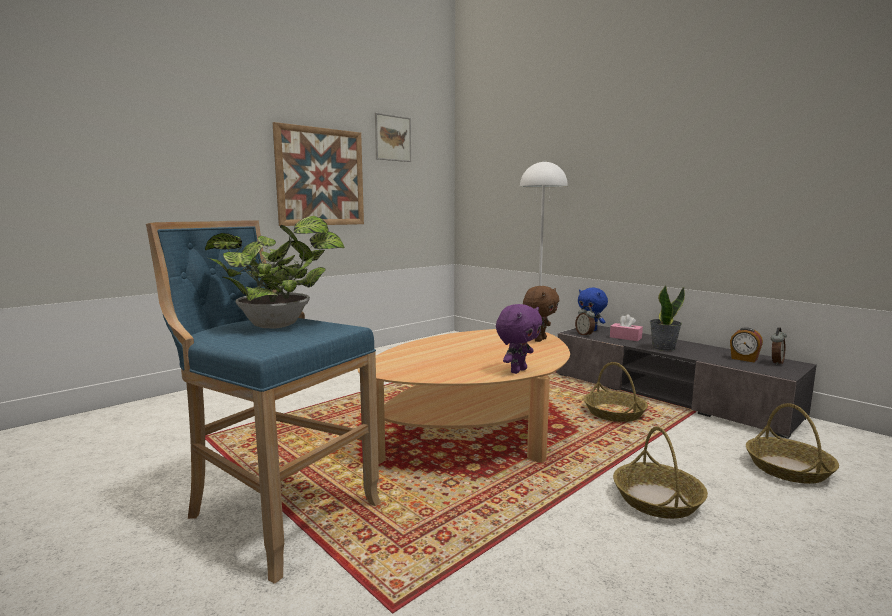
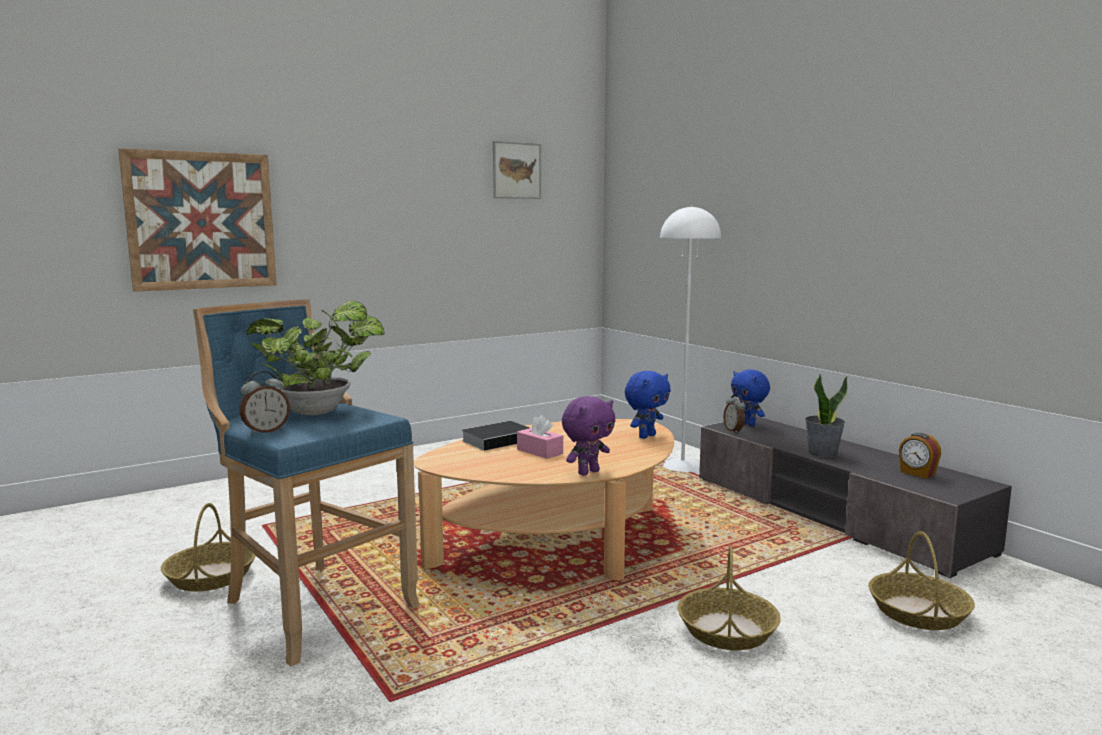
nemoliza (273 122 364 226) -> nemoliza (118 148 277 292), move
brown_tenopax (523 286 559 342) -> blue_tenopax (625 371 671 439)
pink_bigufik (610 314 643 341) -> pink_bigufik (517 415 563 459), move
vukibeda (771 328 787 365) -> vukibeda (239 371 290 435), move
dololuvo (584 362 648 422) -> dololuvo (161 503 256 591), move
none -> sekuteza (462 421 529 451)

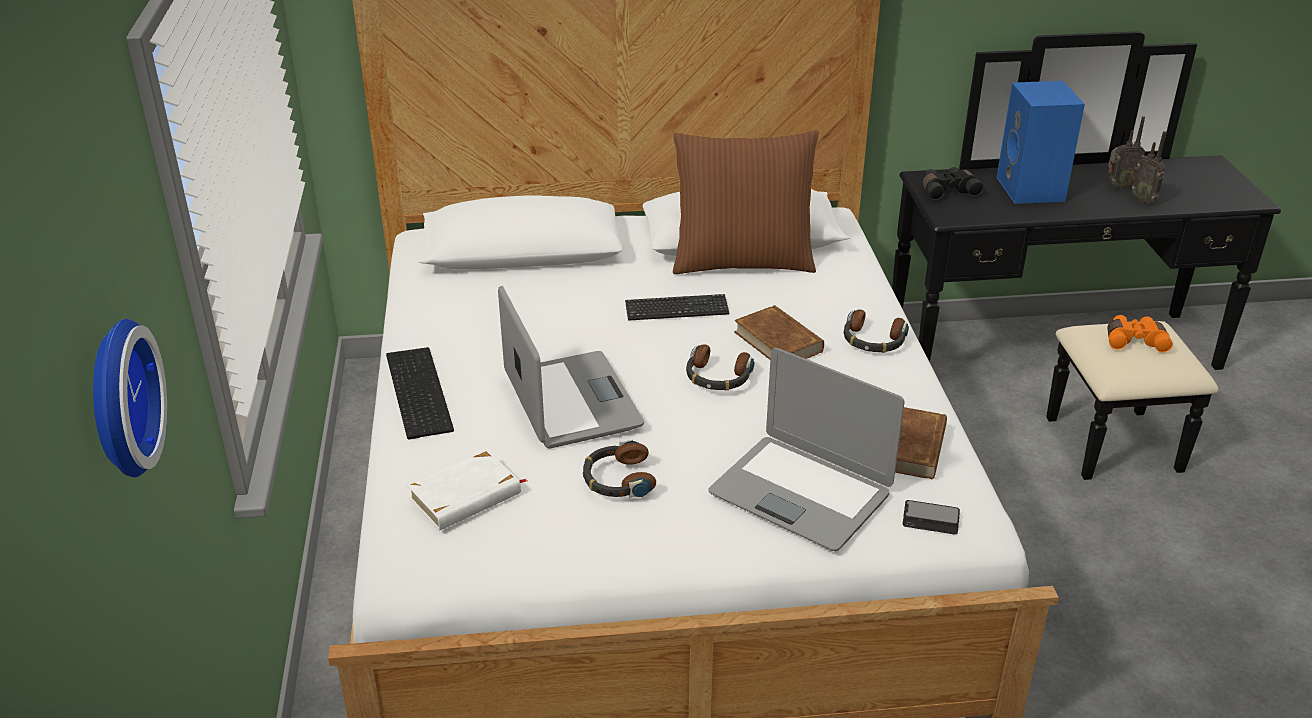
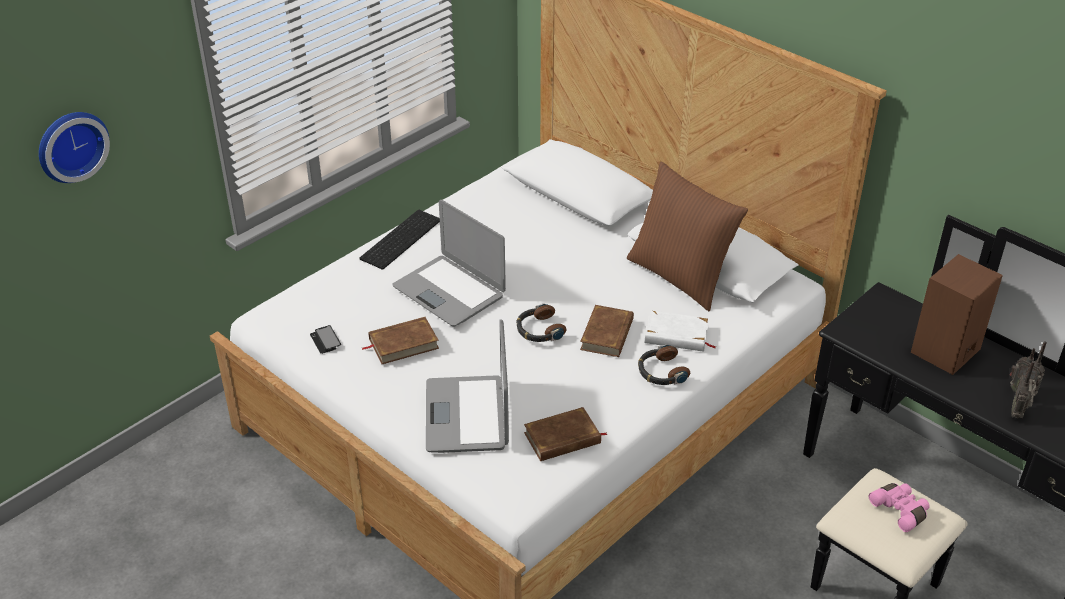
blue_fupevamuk (997 81 1085 204) -> brown_fupevamuk (911 254 1003 375)
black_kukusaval (922 167 984 200) -> none
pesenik (498 286 644 449) -> pesenik (392 200 506 326), 105 degrees clockwise
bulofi (625 294 729 321) -> none
orange_kukusaval (1107 315 1173 352) -> pink_kukusaval (869 483 930 532)
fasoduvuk (583 440 656 498) -> brown_sekuteza (362 317 439 364)
white_sekuteza (407 450 527 531) -> white_sekuteza (645 310 716 352), move
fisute (903 500 960 534) -> fisute (310 325 341 354), move

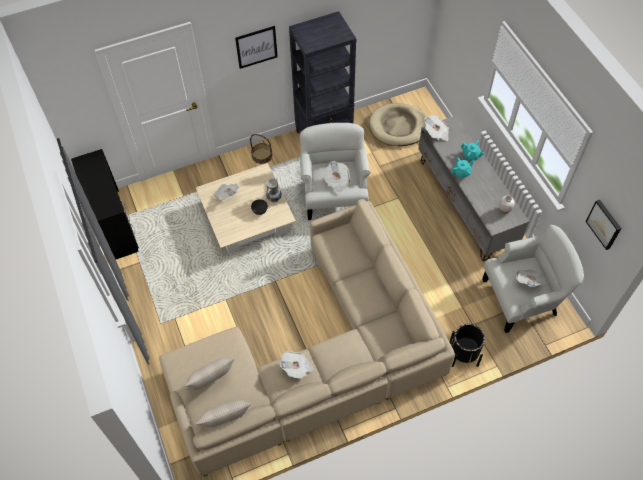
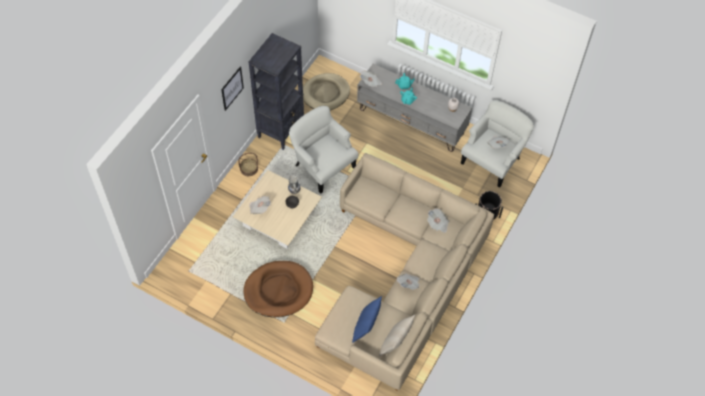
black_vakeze (71 149 139 259) -> none
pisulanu (324 161 350 194) -> pisulanu (427 208 449 233), move
nemoliza (586 199 622 250) -> none
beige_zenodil (184 357 235 390) -> blue_zenodil (352 296 382 343)
none -> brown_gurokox (243 261 313 317)

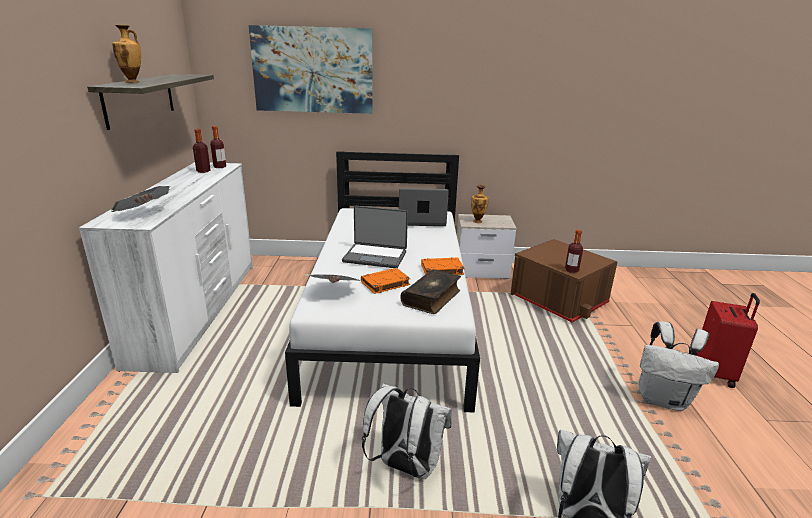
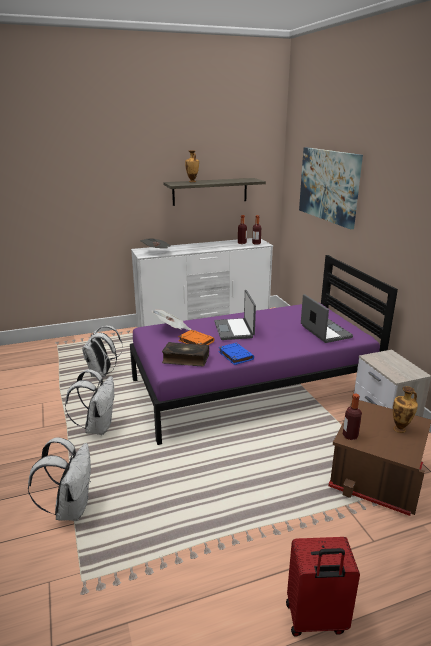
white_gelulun (285 151 480 413) -> purple_gelulun (130 255 398 445)
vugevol (471 185 489 223) -> vugevol (393 386 418 433), move
orange_sekuteza (421 257 465 275) -> blue_sekuteza (219 343 254 365)
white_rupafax (638 321 719 411) -> white_rupafax (82 325 123 377), move

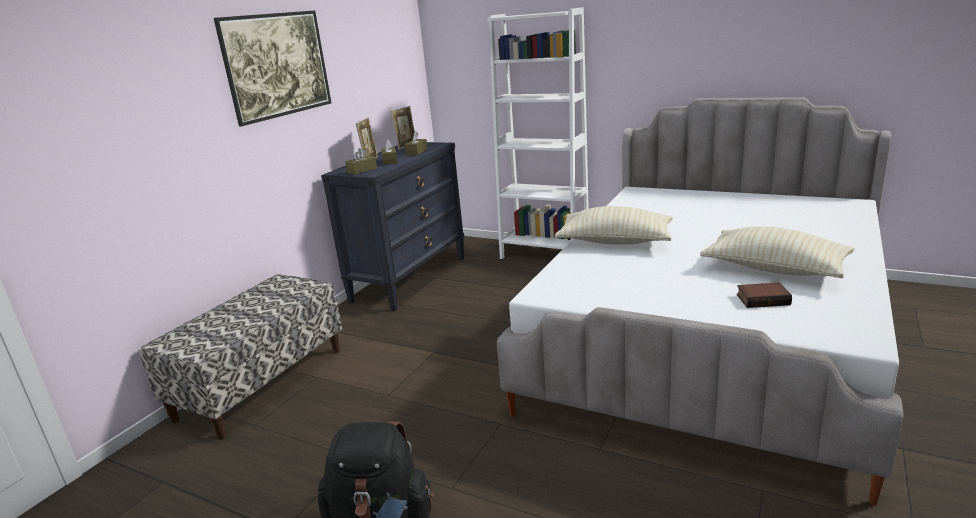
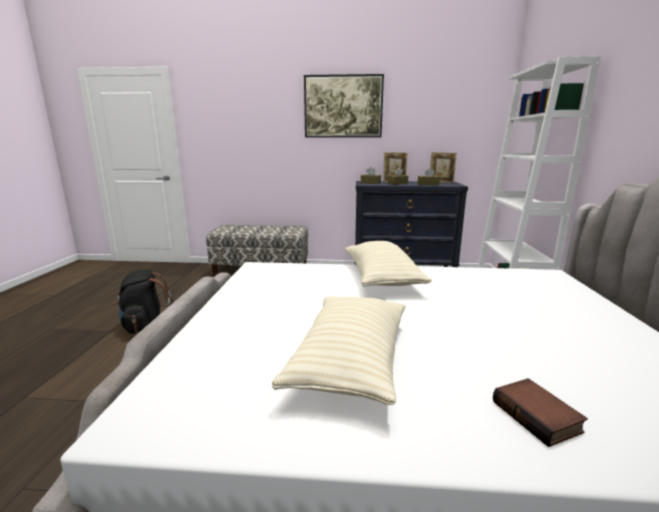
sekuteza (737 282 792 308) -> sekuteza (493 378 588 447), move

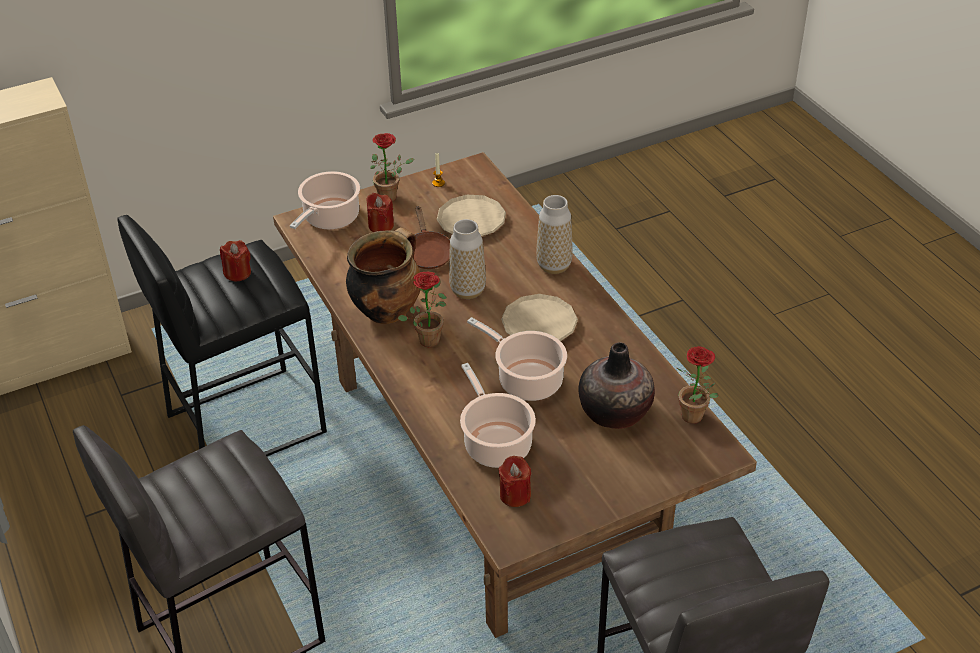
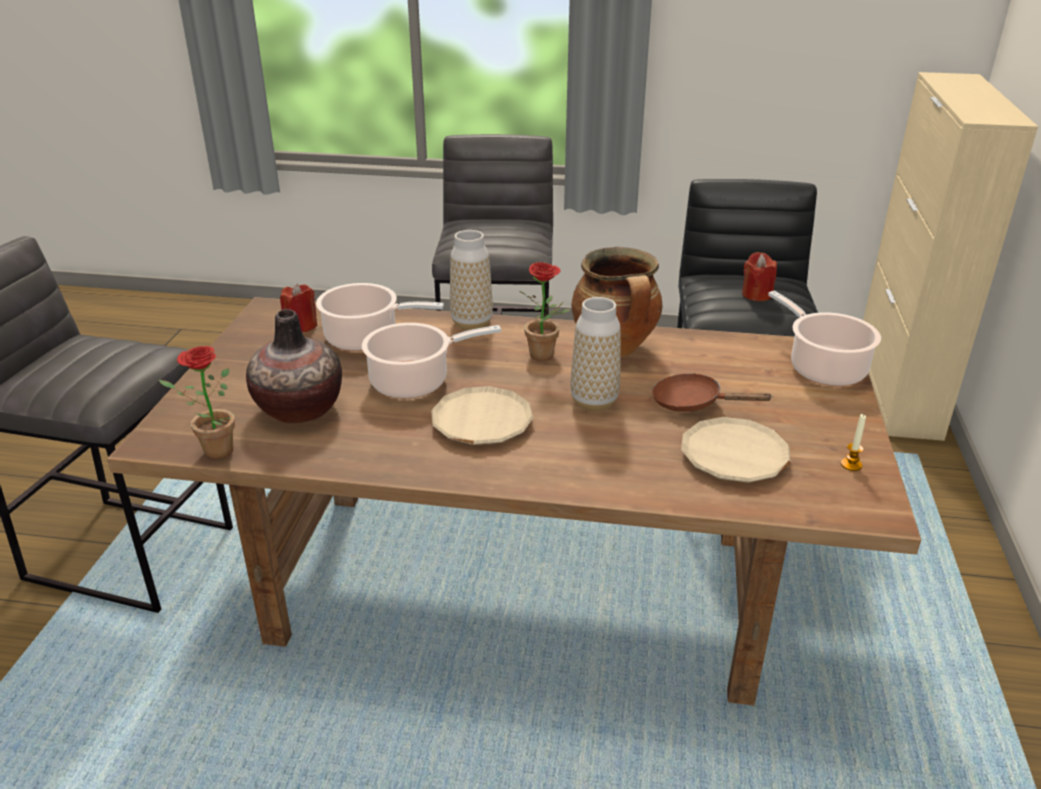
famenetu (370 133 415 202) -> none
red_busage (366 193 394 232) -> none
vugevol (536 195 573 274) -> vugevol (450 230 493 330), move

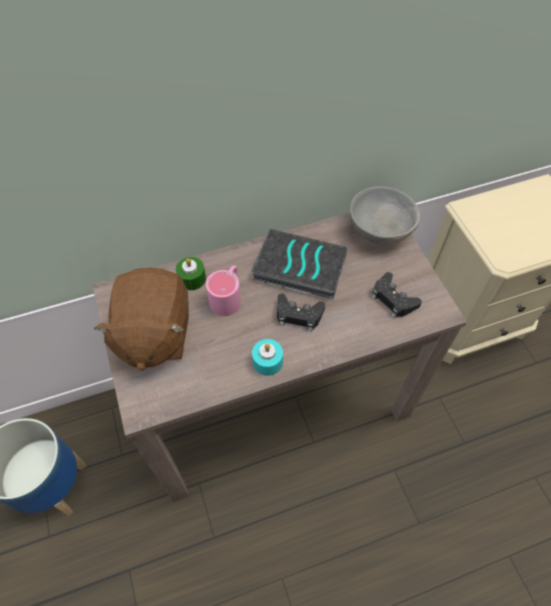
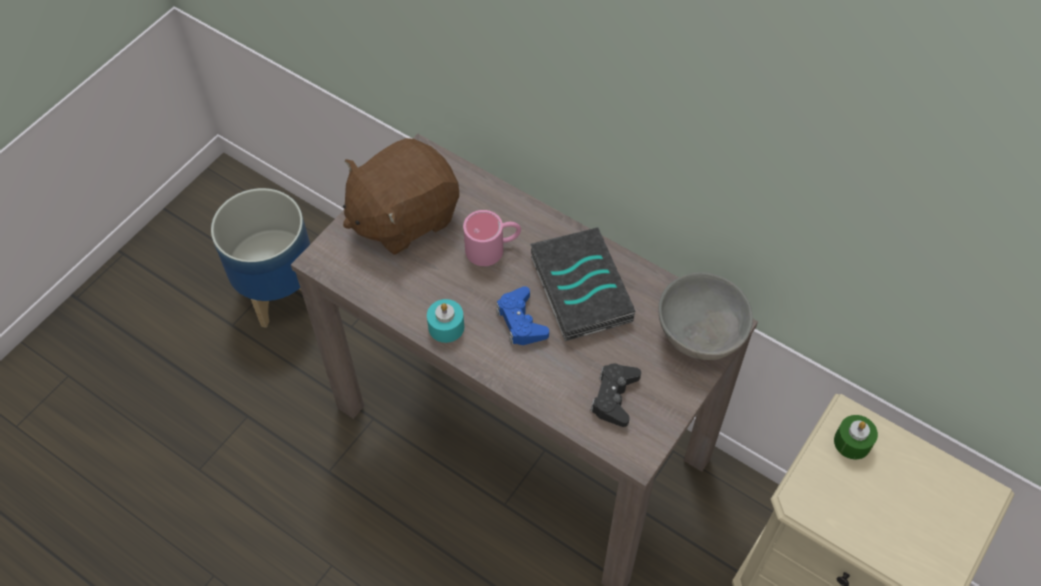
green_busage (176 257 206 290) -> green_busage (834 415 878 459), move
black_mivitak (277 294 325 332) -> blue_mivitak (496 286 549 345)

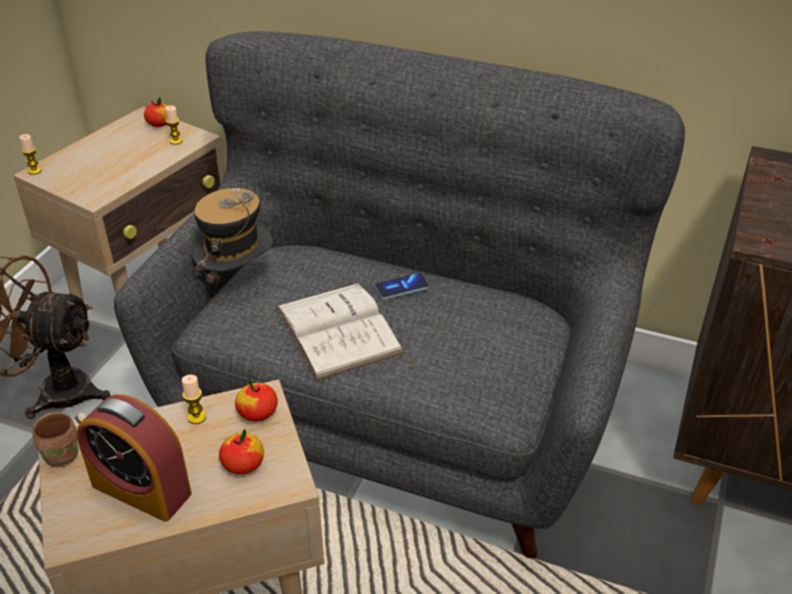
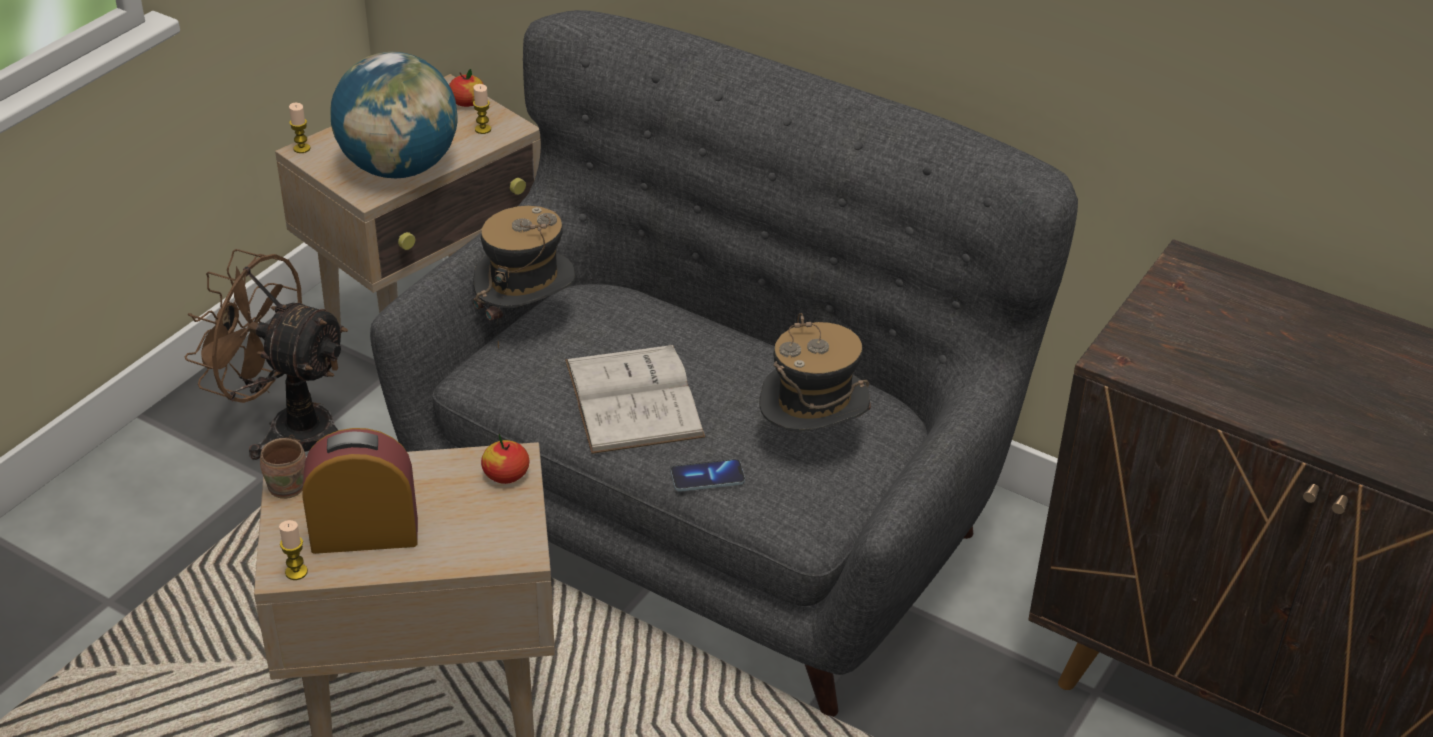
fisute (374 273 429 300) -> fisute (671 459 745 492), move
busage (182 375 206 424) -> busage (279 520 308 580), move
vukibeda (77 394 192 522) -> vukibeda (302 428 418 554), 135 degrees clockwise
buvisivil (219 429 264 474) -> none
none -> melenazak (331 52 457 178)
none -> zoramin (760 313 871 432)

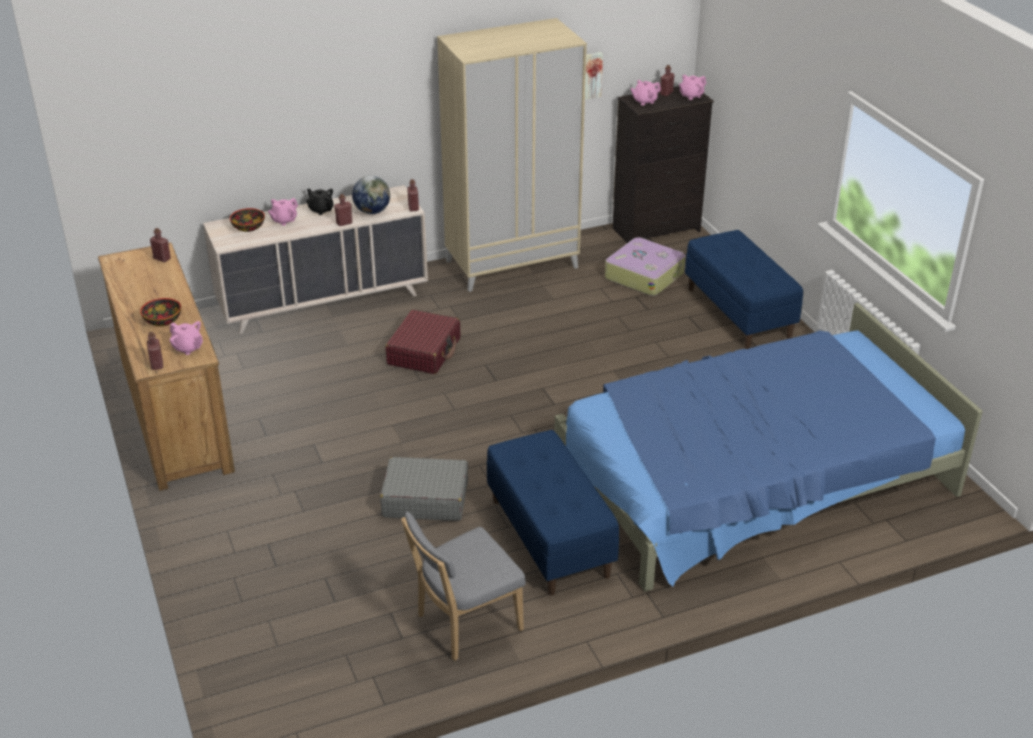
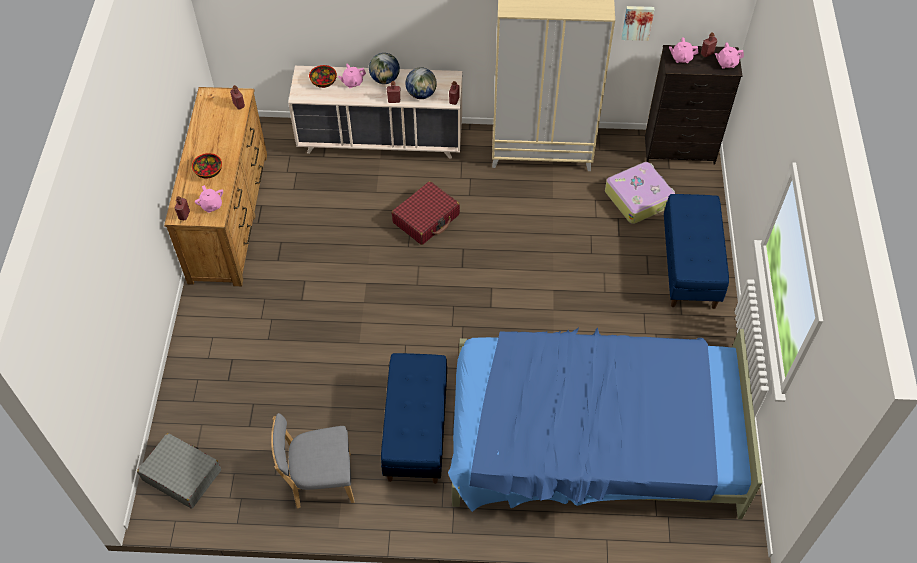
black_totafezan (306 188 334 215) -> melenazak (369 53 400 84)
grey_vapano (380 457 468 521) -> grey_vapano (137 433 221 509), move

